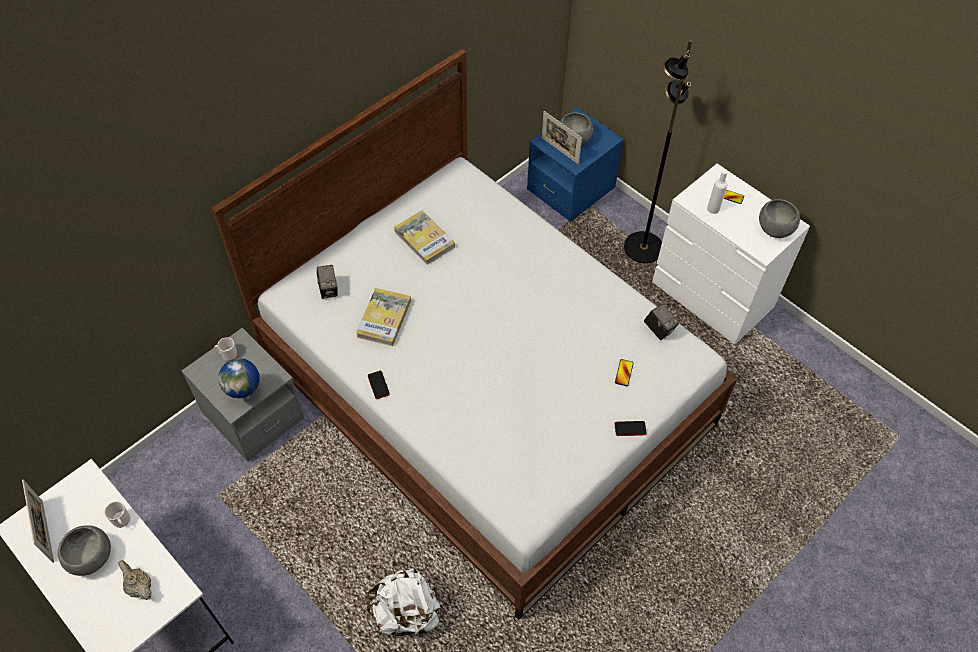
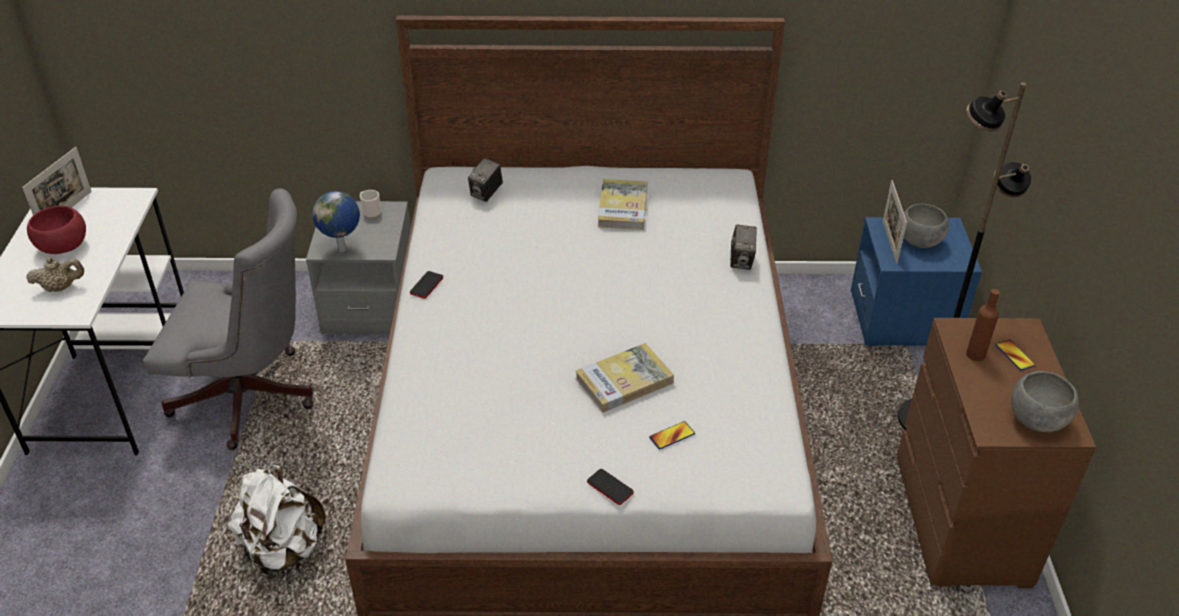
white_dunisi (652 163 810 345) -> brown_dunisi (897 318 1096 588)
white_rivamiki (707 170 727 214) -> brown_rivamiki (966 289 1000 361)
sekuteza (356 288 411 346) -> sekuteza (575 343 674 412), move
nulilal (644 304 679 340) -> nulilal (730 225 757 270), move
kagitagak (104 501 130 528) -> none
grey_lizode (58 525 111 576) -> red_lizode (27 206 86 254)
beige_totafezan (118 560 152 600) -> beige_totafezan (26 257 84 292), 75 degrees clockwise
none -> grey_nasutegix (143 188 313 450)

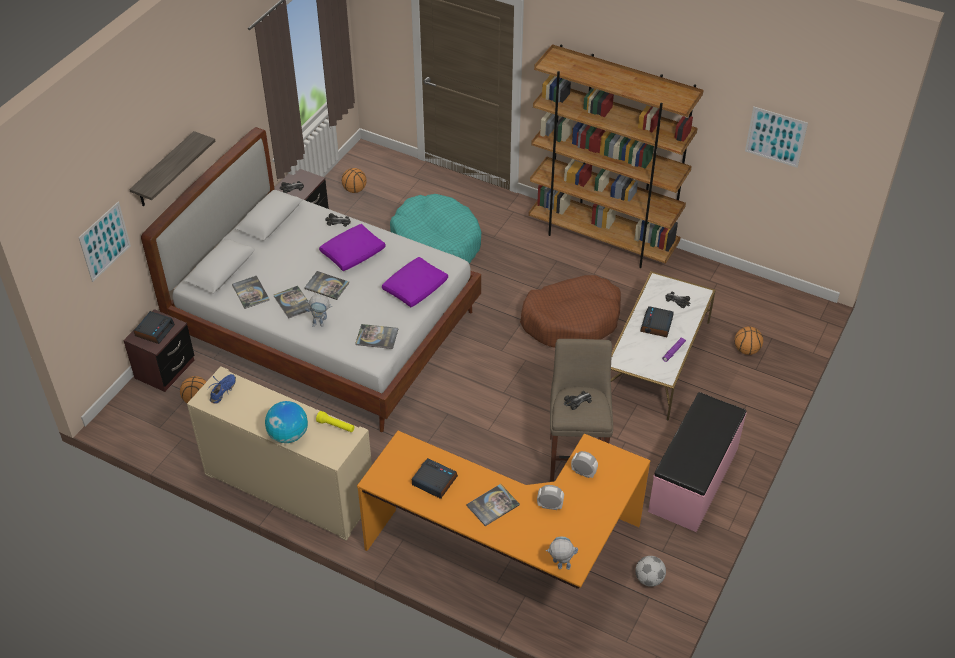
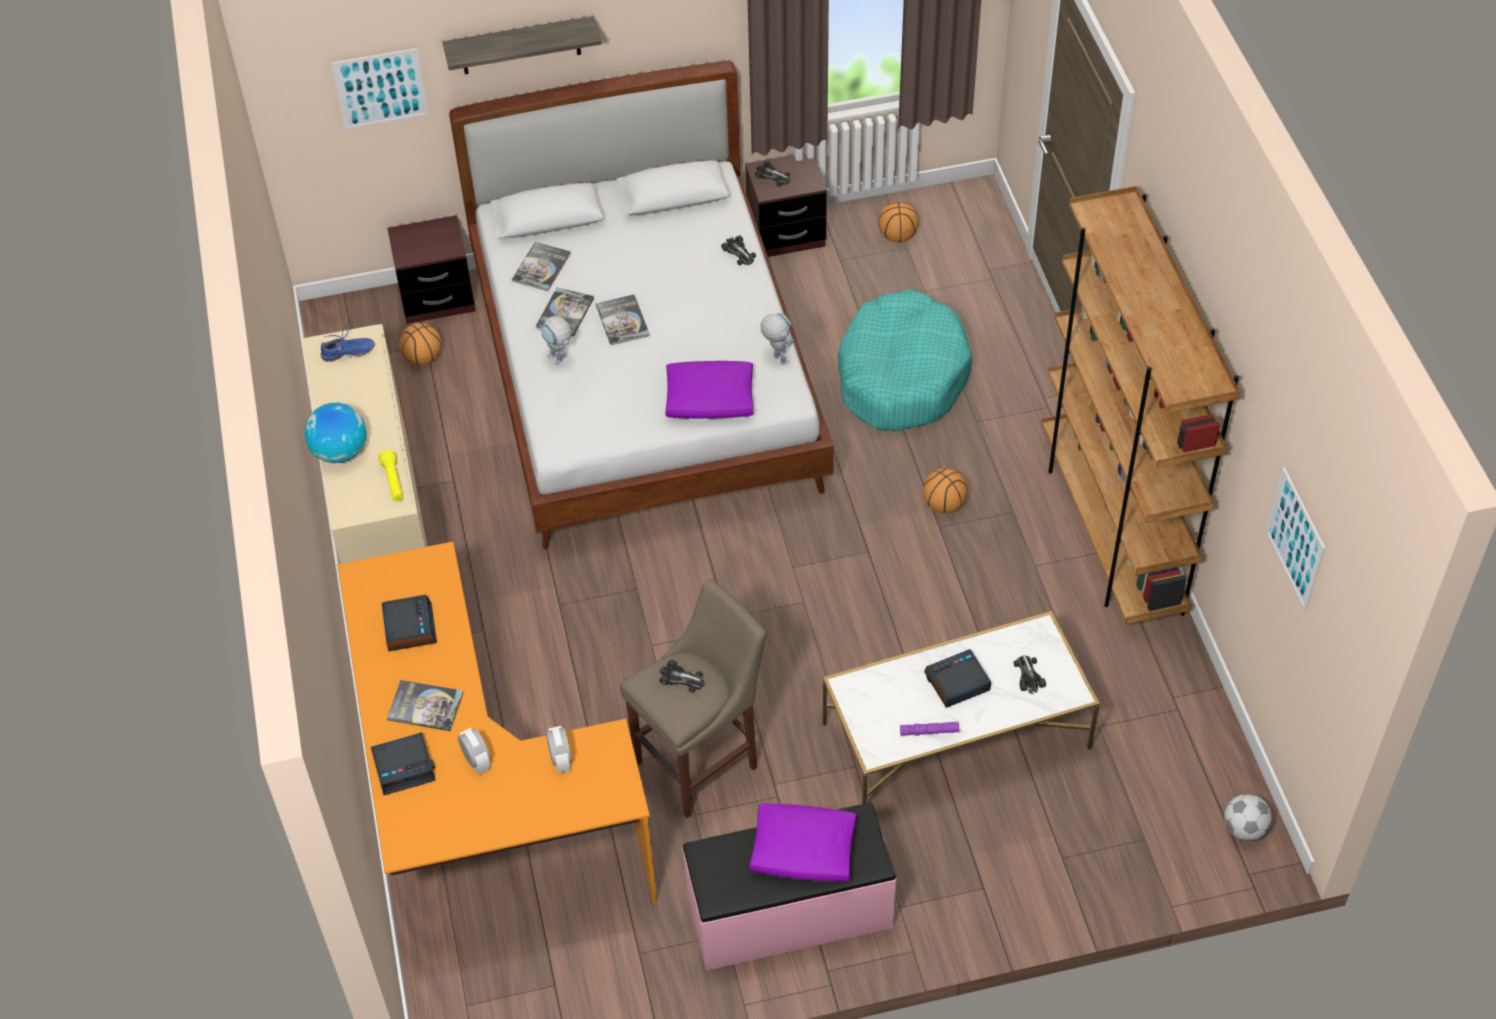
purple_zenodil (319 224 386 271) -> purple_zenodil (749 803 857 882), move
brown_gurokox (520 275 621 348) -> none
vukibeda (134 311 175 344) -> vukibeda (371 732 436 795), move
sekuteza (355 324 398 349) -> none
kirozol (735 327 763 355) -> kirozol (923 468 968 513), move
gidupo (546 536 578 570) -> gidupo (760 313 794 365), move
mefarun (635 556 666 586) -> mefarun (1224 794 1272 841), move

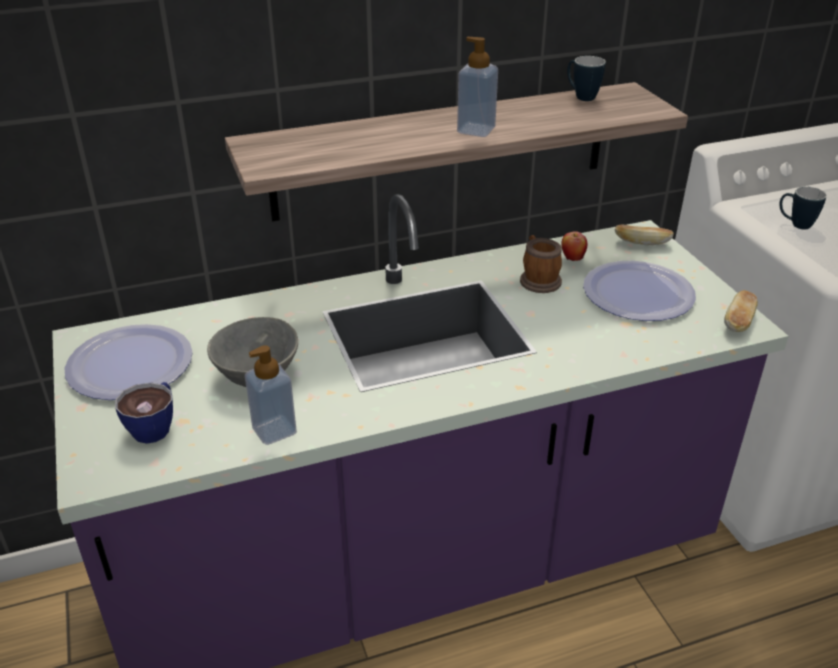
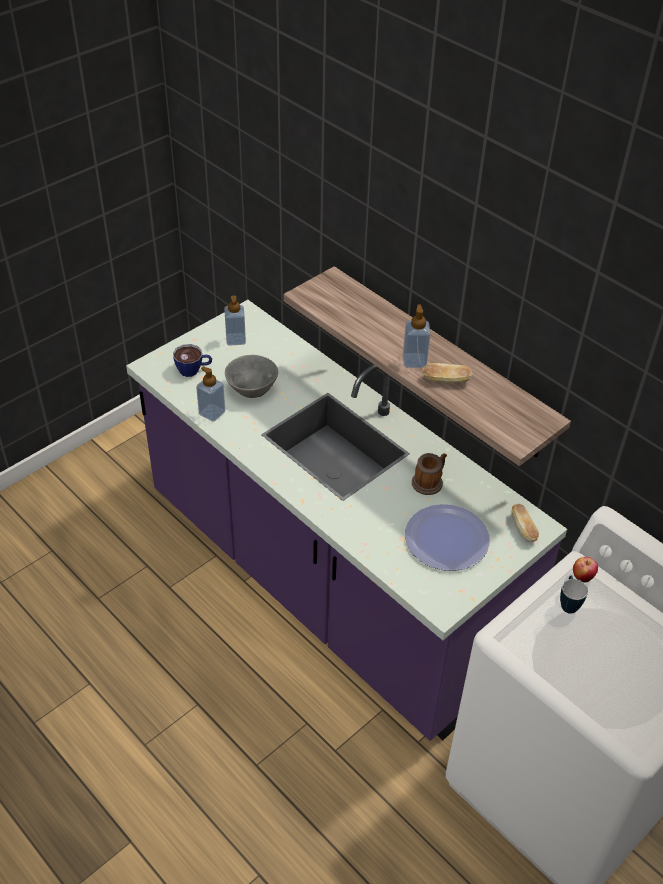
kagitagak (567 56 606 101) -> none
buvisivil (561 231 588 261) -> buvisivil (573 557 598 583), move
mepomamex (724 290 758 332) -> mepomamex (423 363 473 383), move
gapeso (64 324 193 400) -> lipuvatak (224 295 246 346)

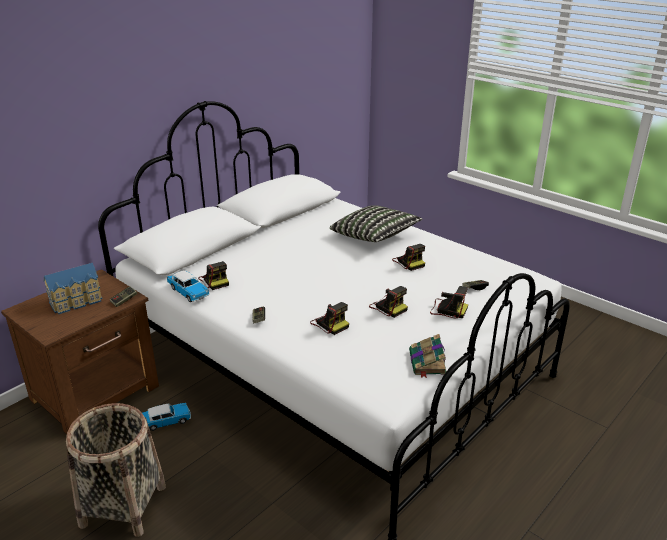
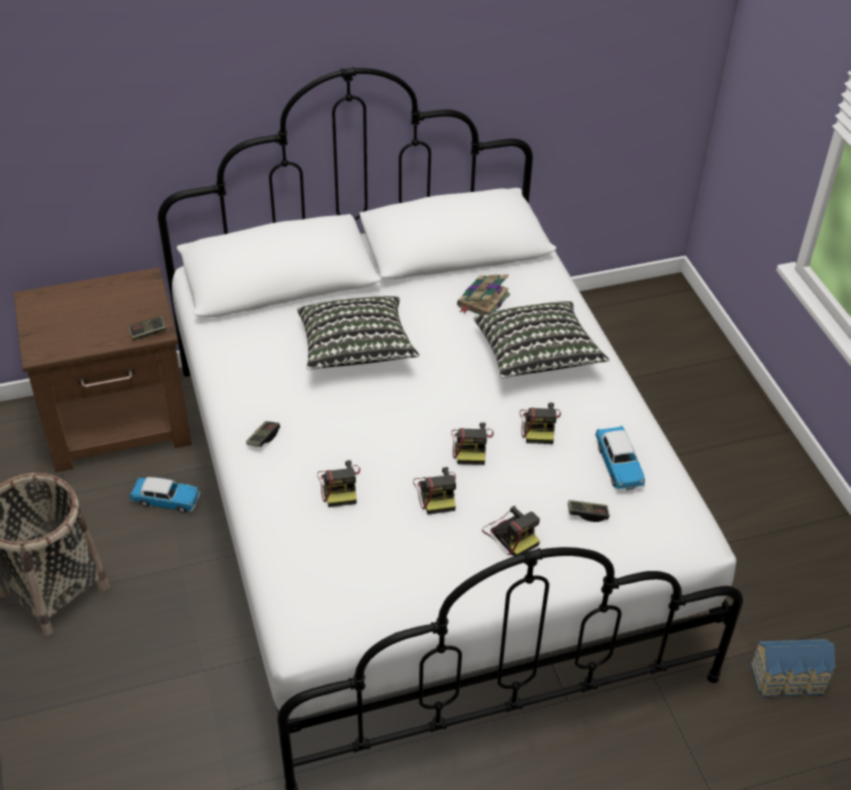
nulilal (198 261 229 290) -> nulilal (451 422 494 465), move
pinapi (43 262 103 314) -> pinapi (751 639 835 697), move
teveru (167 270 210 302) -> teveru (595 426 645 490), move
sekuteza (409 334 447 378) -> sekuteza (457 274 510 315), move
none -> zenodil (297 296 419 370)

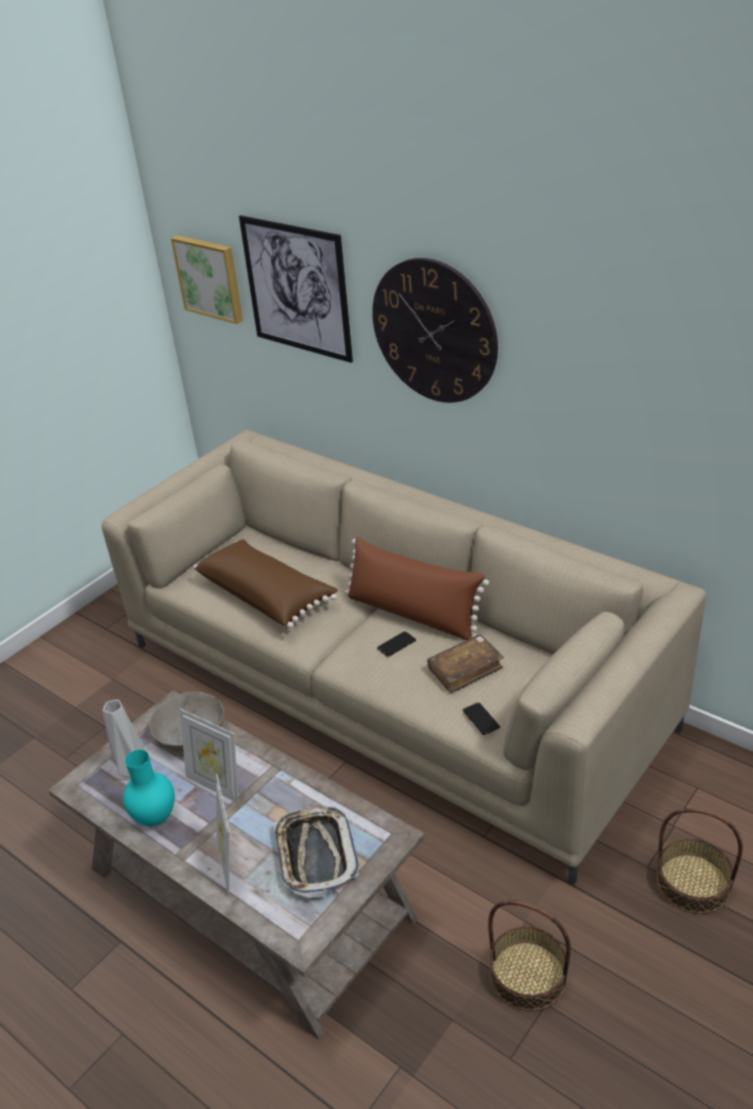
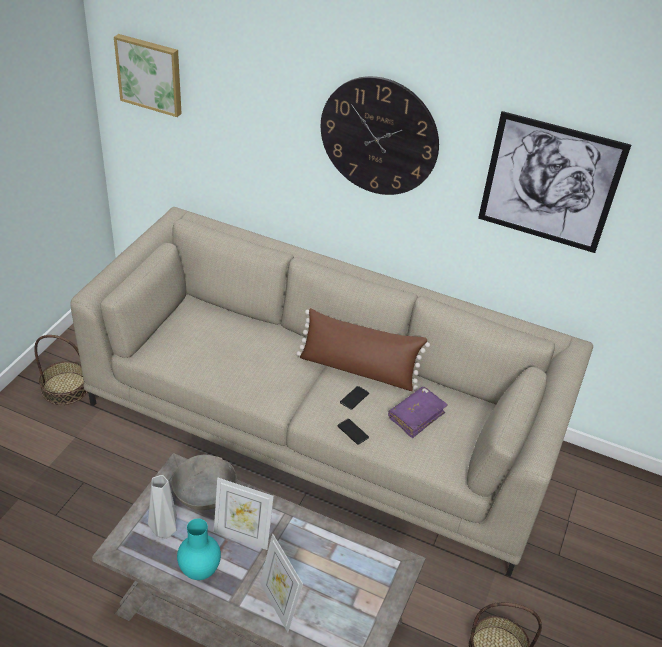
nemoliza (239 215 353 363) -> nemoliza (478 111 631 253), move
brown_zenodil (193 540 338 628) -> none
brown_sekuteza (427 635 504 694) -> purple_sekuteza (388 387 448 438)
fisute (463 703 500 735) -> fisute (337 419 369 444), move
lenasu (273 807 359 898) -> none
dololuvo (657 808 743 914) -> dololuvo (34 335 87 405), move

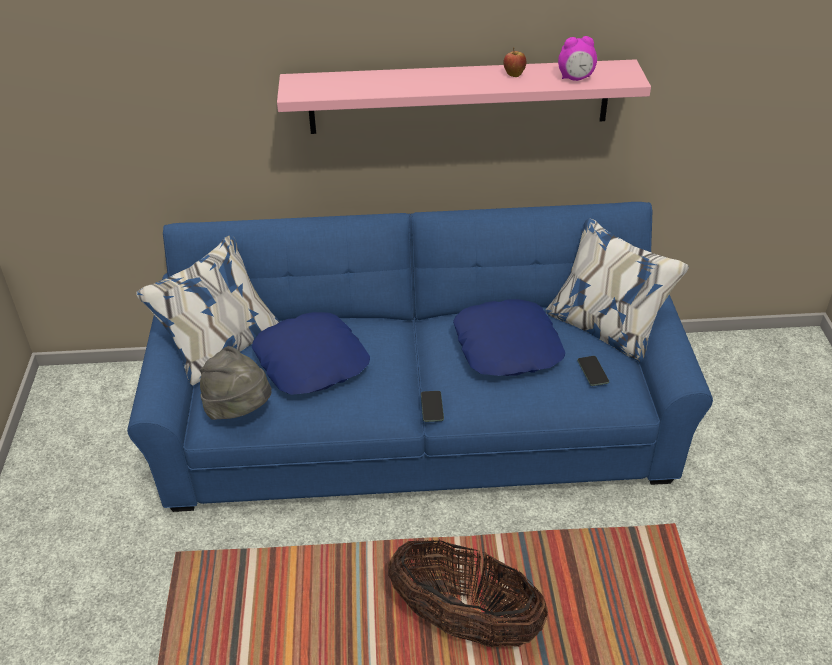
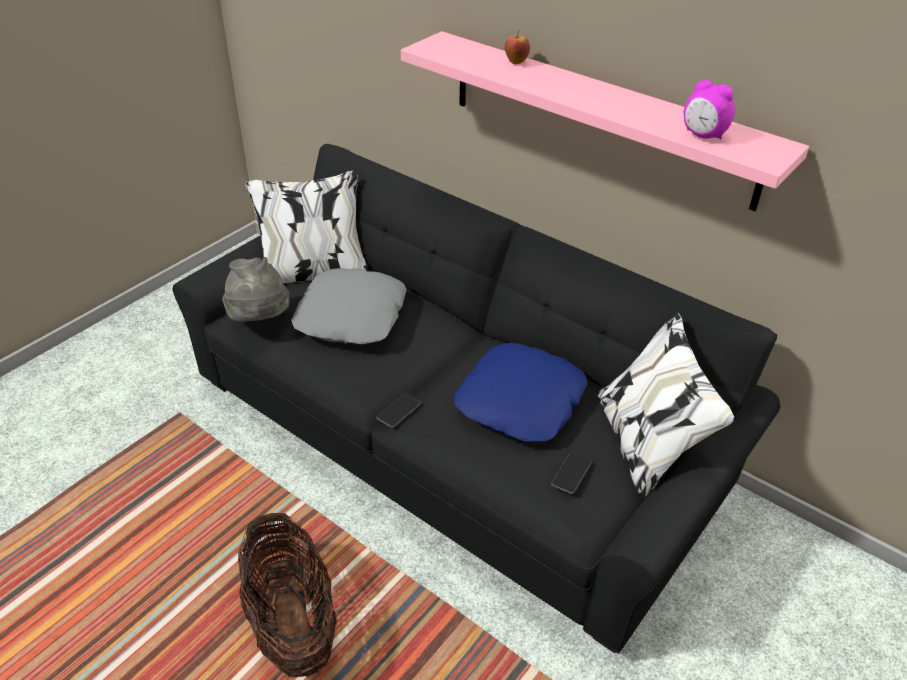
buvisivil (503 48 526 77) -> buvisivil (505 30 530 65), move
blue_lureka (127 202 713 512) -> black_lureka (173 144 780 653)
blue_zenodil (252 312 370 395) -> grey_zenodil (291 268 407 344)

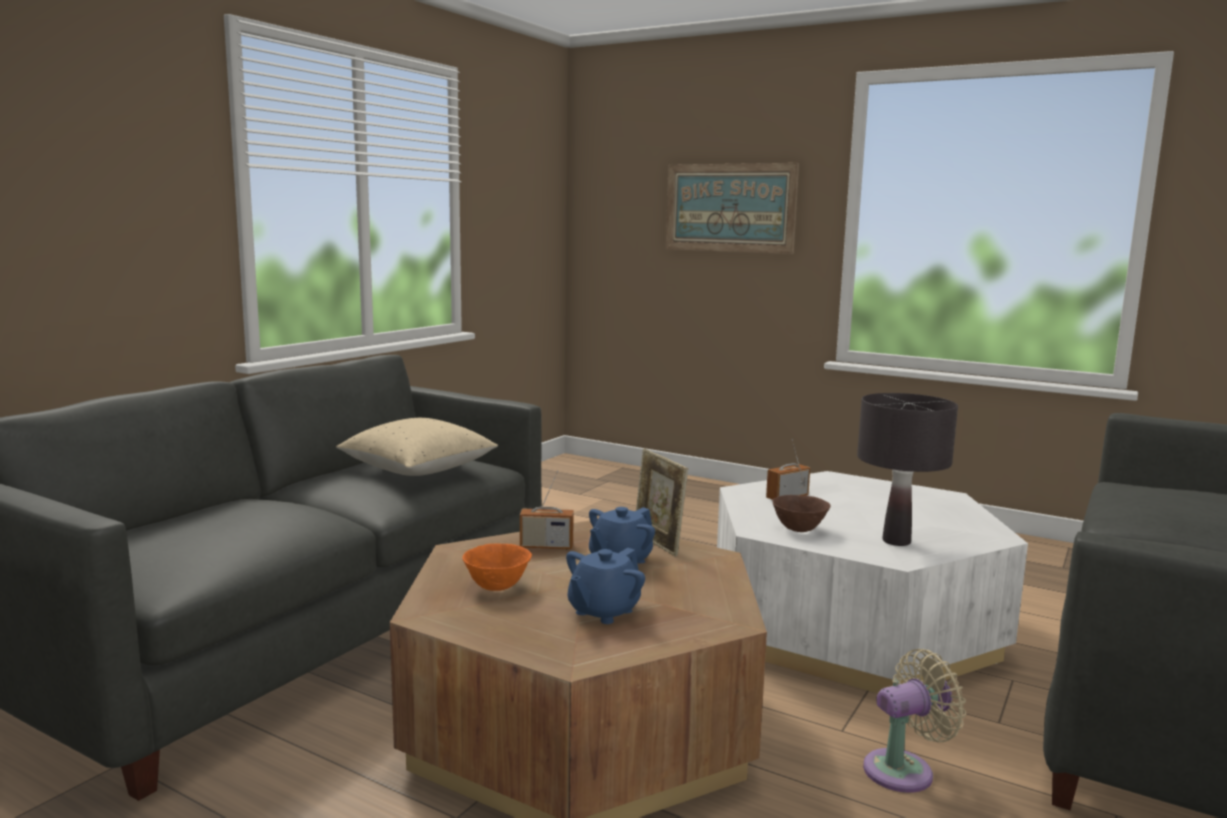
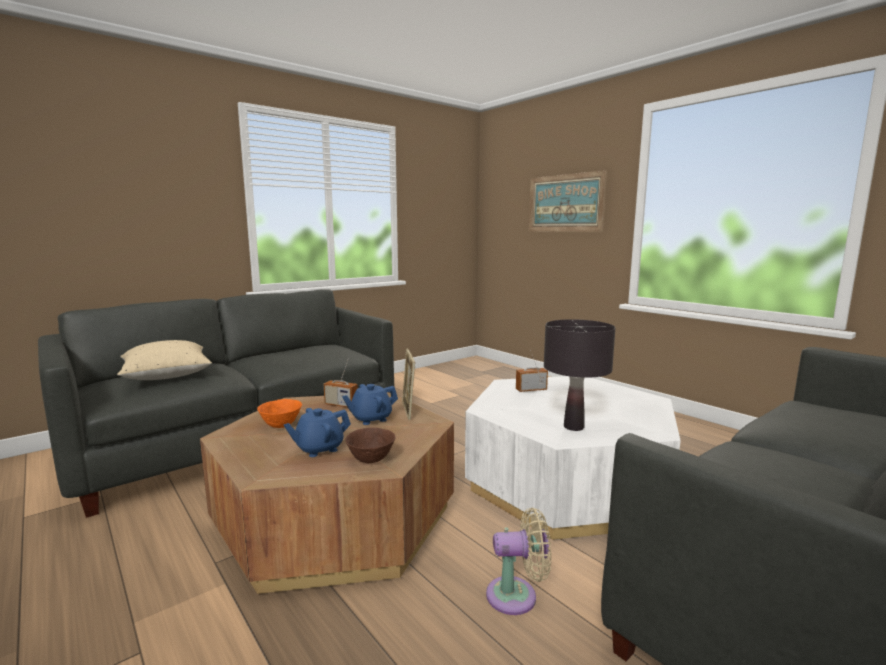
beige_zenodil (336 418 498 476) -> beige_zenodil (117 340 212 380), move
brown_lizode (773 495 830 532) -> brown_lizode (345 428 396 463), move

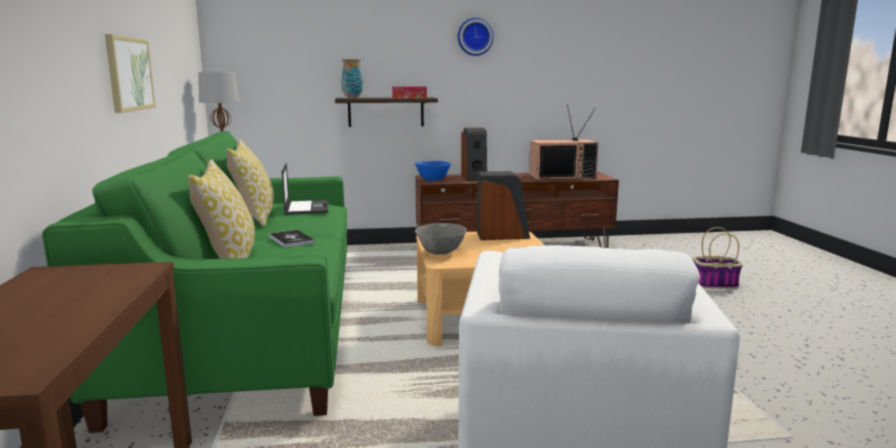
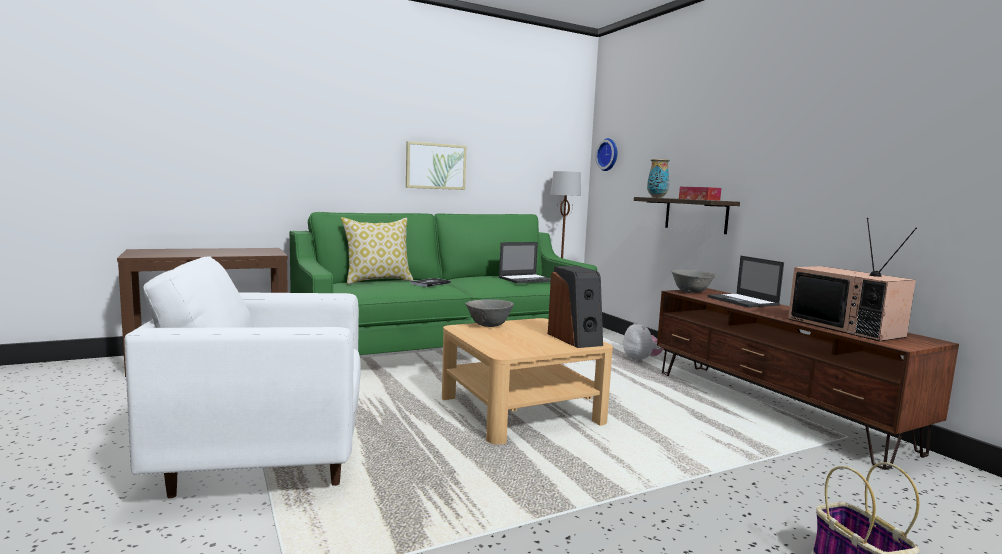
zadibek (458 18 494 56) -> zadibek (595 138 617 171), move
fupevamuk (461 128 487 181) -> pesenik (708 256 784 308)
zenodil (226 140 274 227) -> none
blue_lizode (415 161 451 181) -> grey_lizode (672 269 715 293)
none -> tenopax (623 321 664 362)

